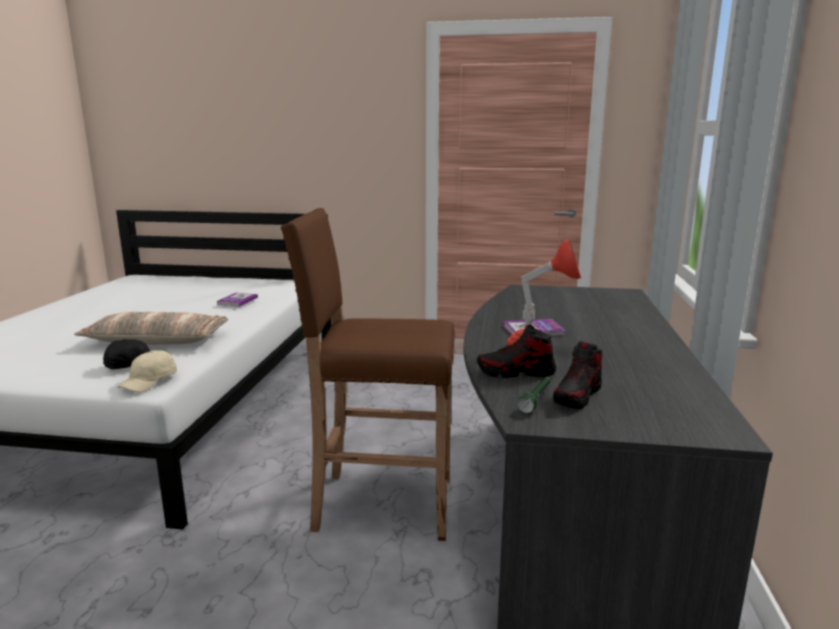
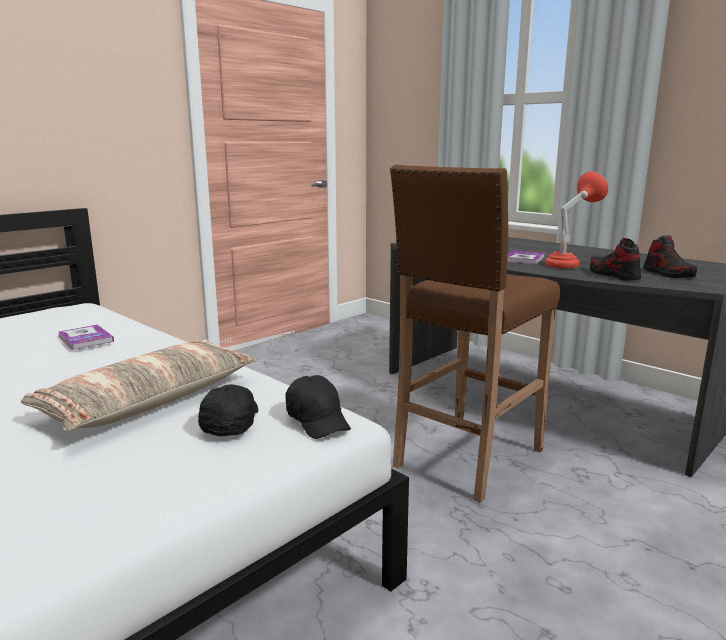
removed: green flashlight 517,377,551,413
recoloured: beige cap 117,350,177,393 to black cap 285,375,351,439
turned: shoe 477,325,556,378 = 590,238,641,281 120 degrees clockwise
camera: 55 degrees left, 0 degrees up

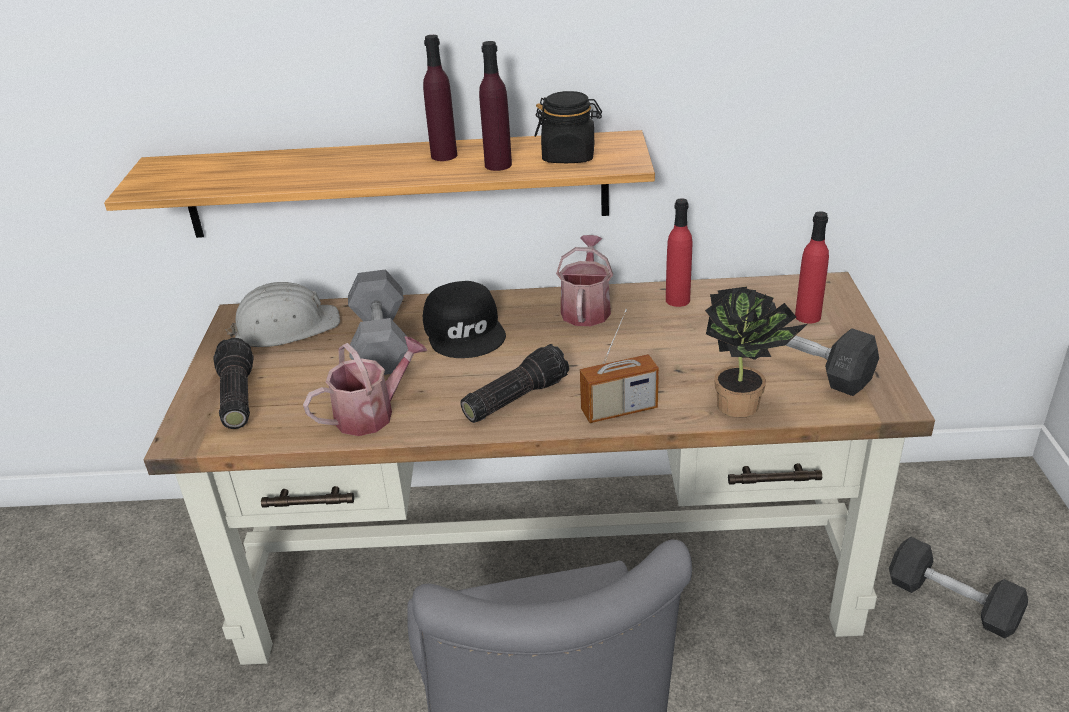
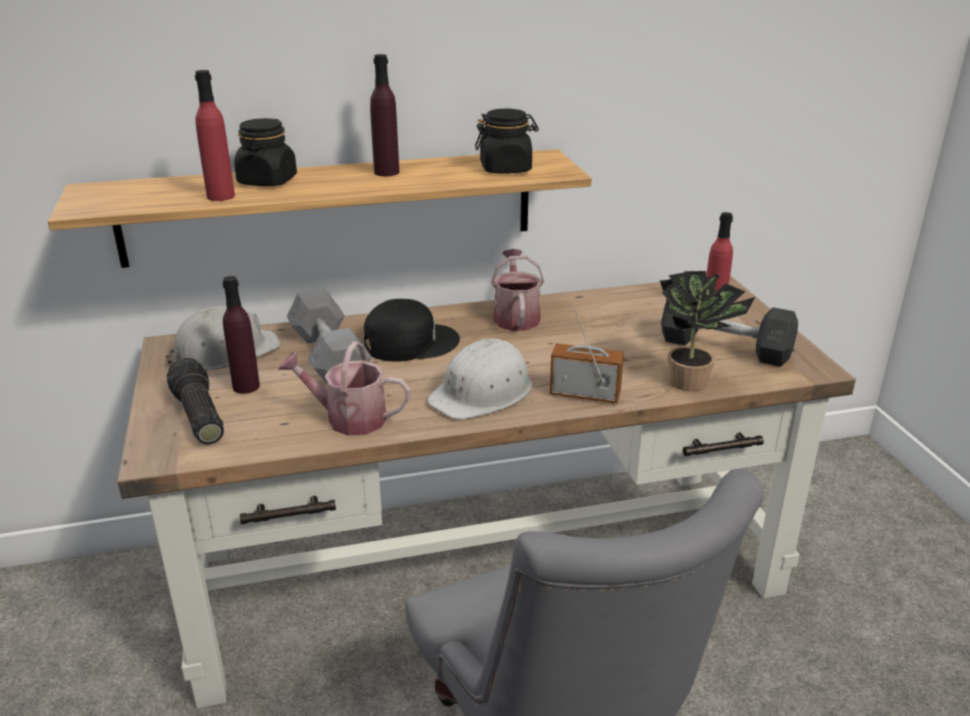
removed: grey dumbbell 889,537,1028,639
added: black jar 234,118,297,186
moved: purple bottle 479,41,512,171 to 223,276,260,394; red bottle 666,198,692,307 to 195,70,235,201
replaced: flashlight 460,344,569,423 to white hard hat 427,338,532,420
turned: watering can 303,336,427,436 = 278,341,411,436 120 degrees counterclockwise; black cap 423,281,506,358 = 364,299,460,362 75 degrees counterclockwise; radio 580,309,659,423 = 550,310,624,403 135 degrees counterclockwise
camera: 15 degrees left, 5 degrees down

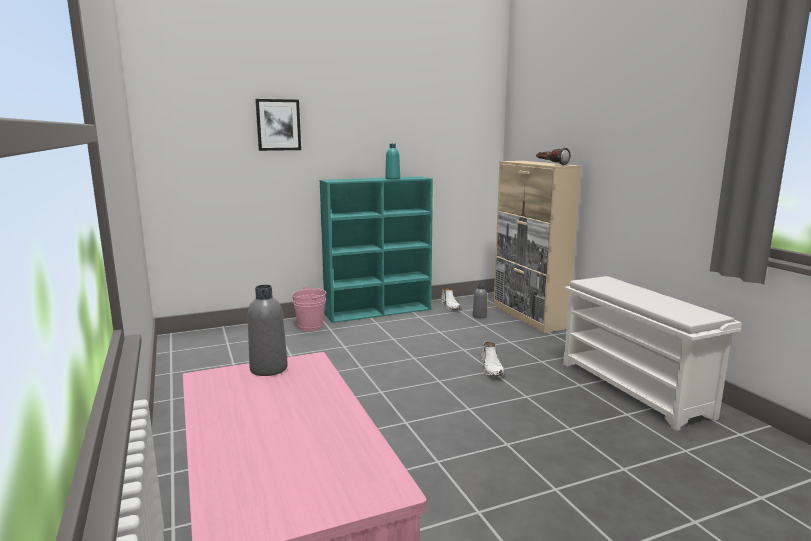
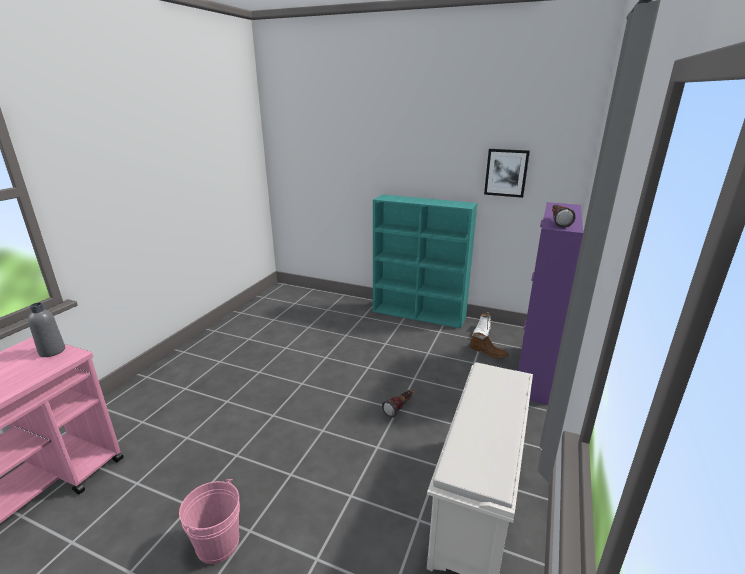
removed: turquoise bottle 385,143,400,179
moved: picture 255,99,301,151 to 484,149,530,198; pink bucket 292,287,326,331 to 179,479,240,564
replaced: grey bottle 473,284,487,318 to brown boot 469,332,509,359; white boot 481,342,504,376 to flashlight 382,390,413,418
recoloured: beige cabinet 494,161,581,333 to purple cabinet 518,202,583,405
camera: 45 degrees right, 10 degrees up

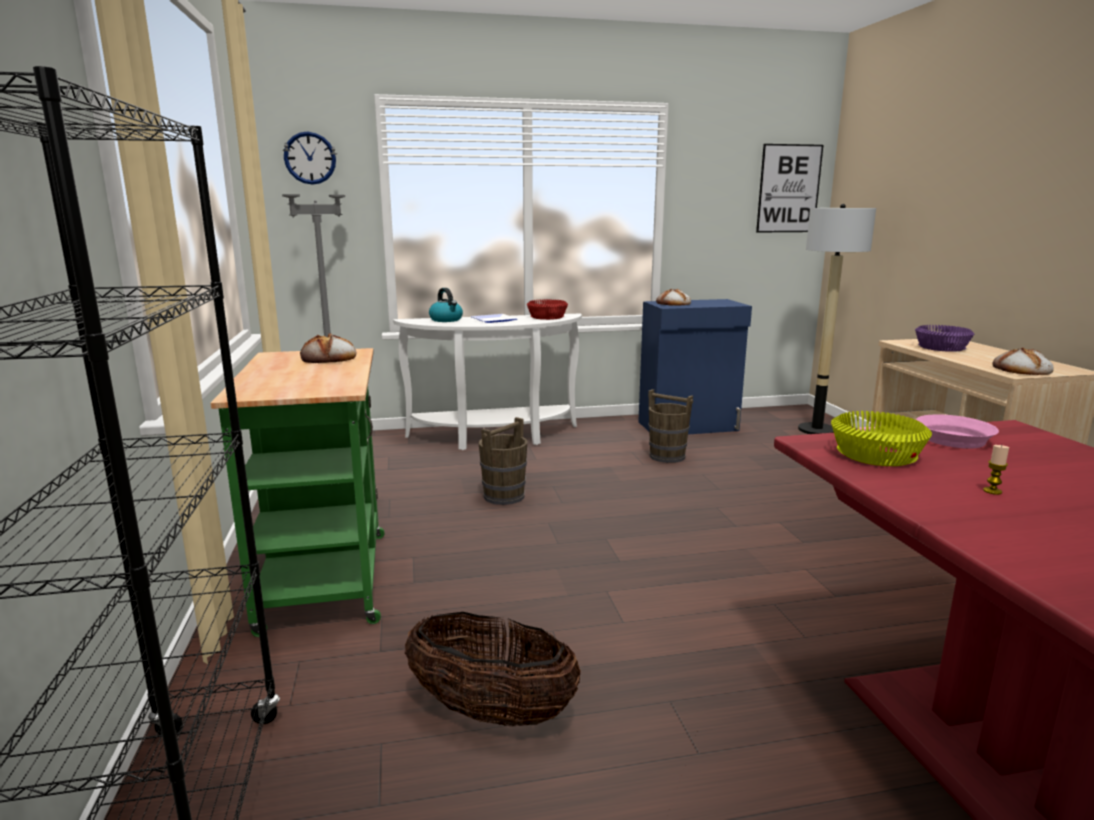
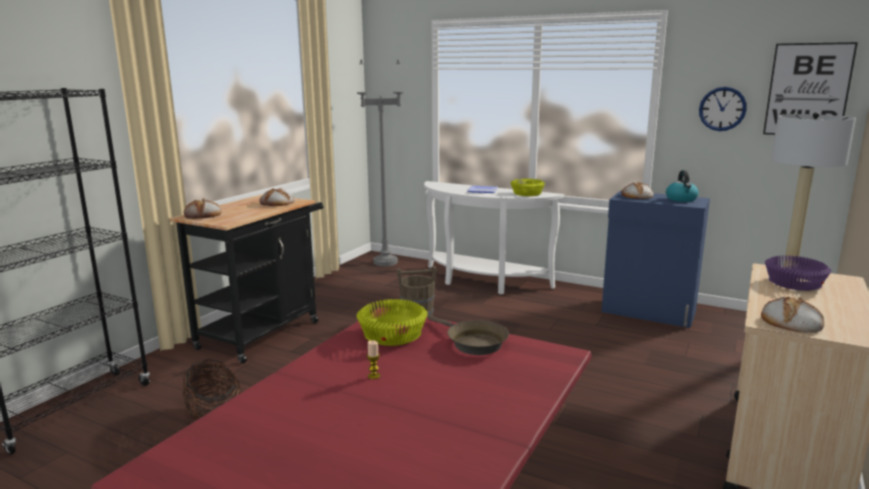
removed: brown bucket 648,389,693,463
added: bread 184,199,221,219
moved: wall clock 284,131,336,185 to 699,87,747,131; kettle 429,288,463,322 to 666,170,699,202
recoloured: green cart 210,348,384,637 to black cart 169,194,324,364; red bowl 527,299,568,320 to yellow bowl 511,178,545,196; pink frying pan 857,415,999,449 to brown frying pan 428,316,509,355
camera: 40 degrees right, 0 degrees up

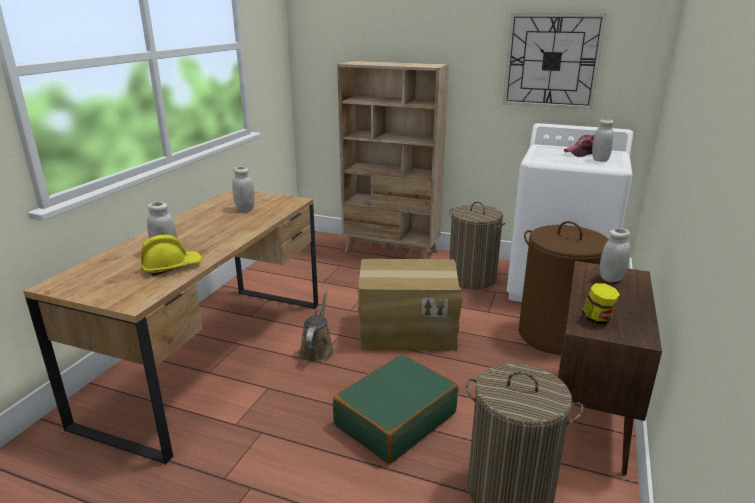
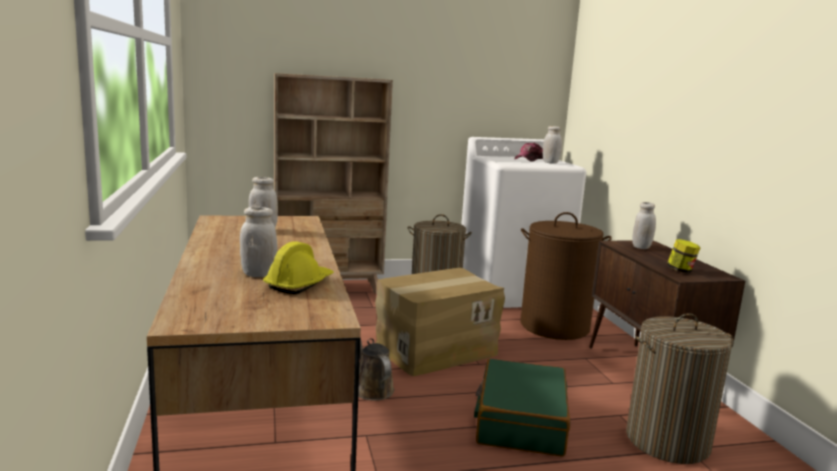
removed: wall clock 503,13,607,110
camera: 35 degrees left, 10 degrees down

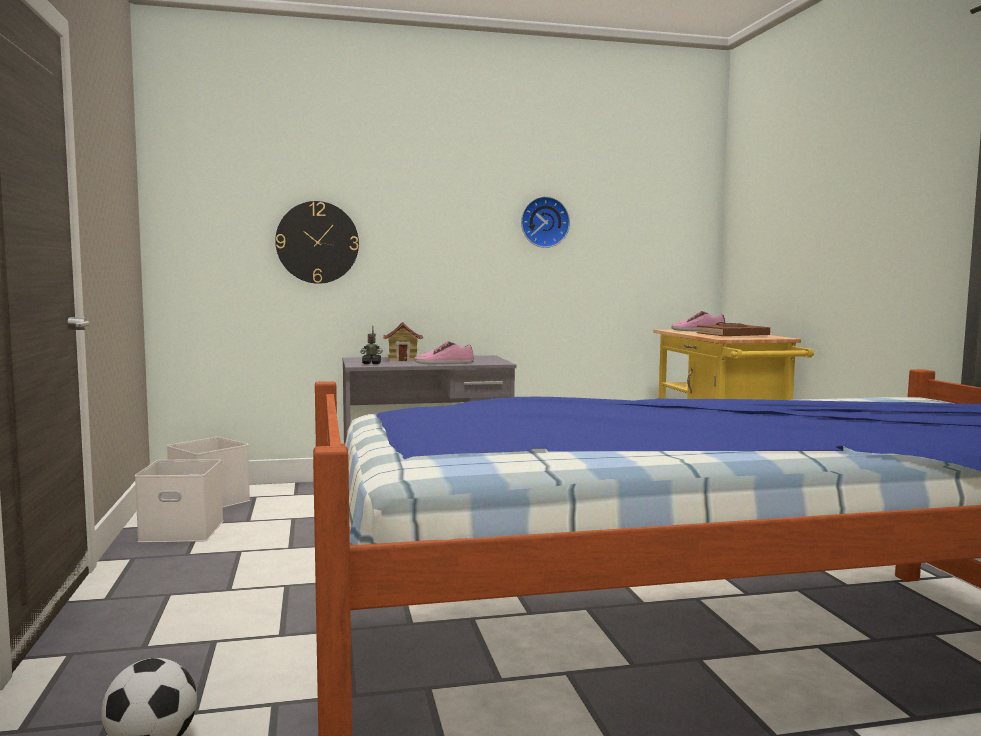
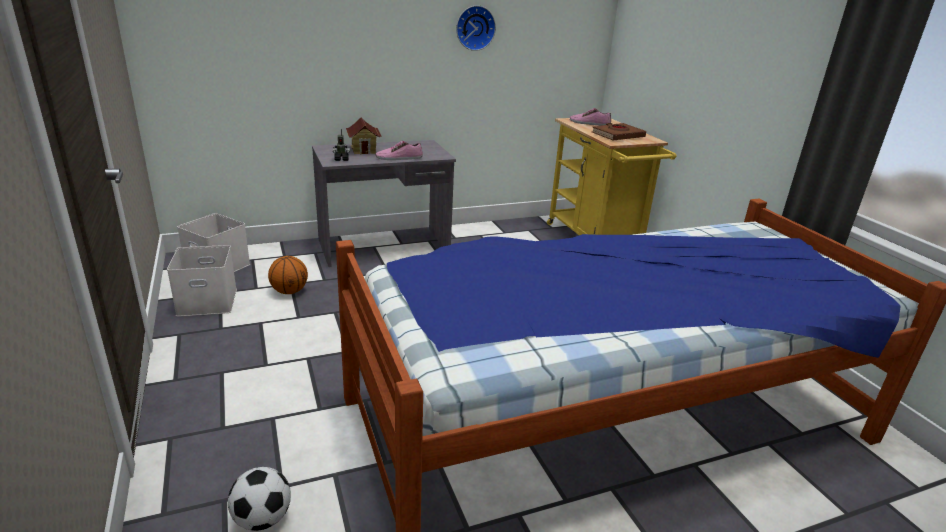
removed: wall clock 275,201,359,284
added: basketball 268,256,308,294
camera: 10 degrees left, 20 degrees up

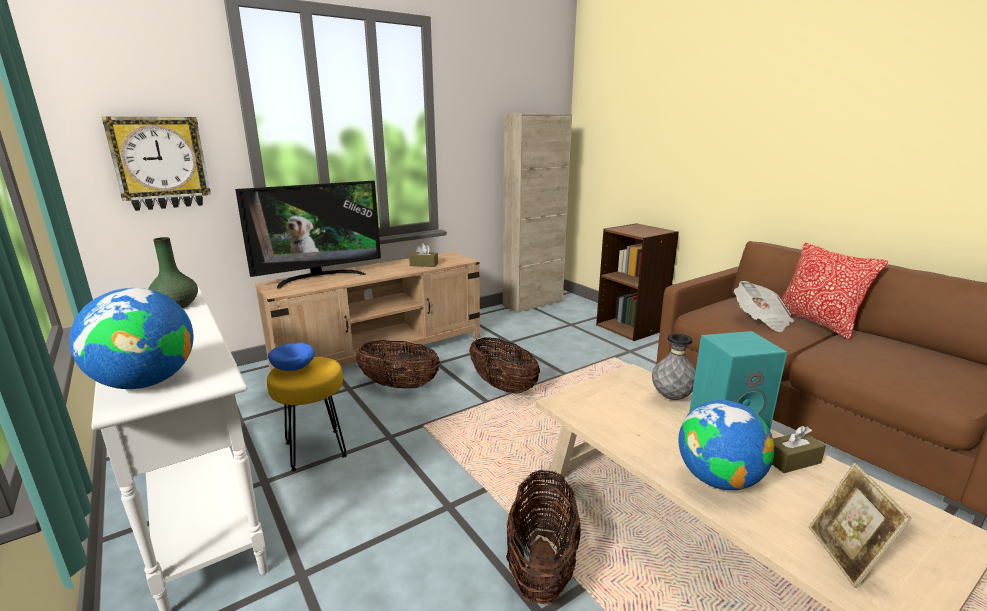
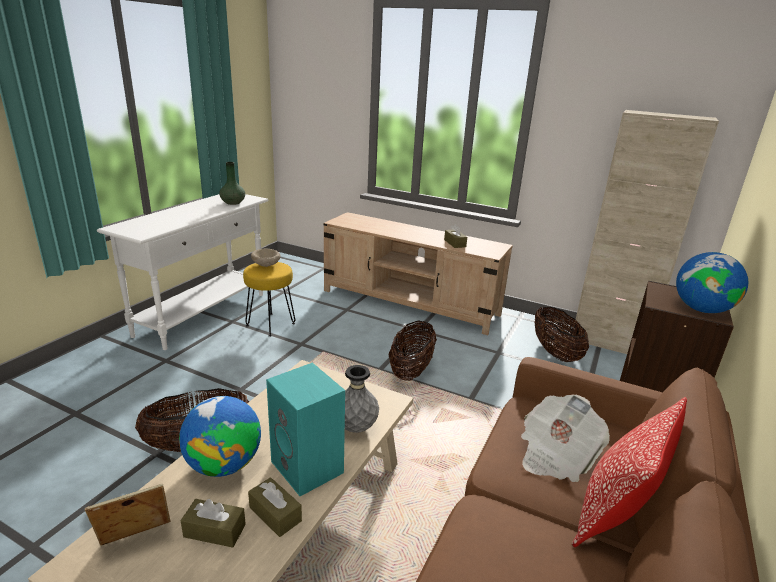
removed: wall clock 102,117,211,211; television 235,181,381,288
added: brown tissue box 180,499,246,548
moved: globe 69,288,193,389 to 676,252,748,313; basket 355,340,440,389 to 534,306,589,362
recoloured: blue bowl 268,342,315,371 to beige bowl 251,249,281,267
camera: 60 degrees right, 5 degrees up

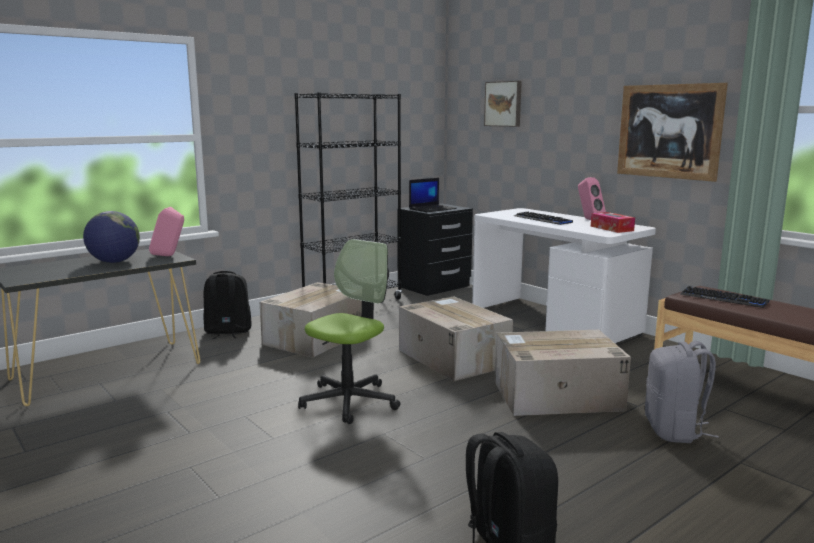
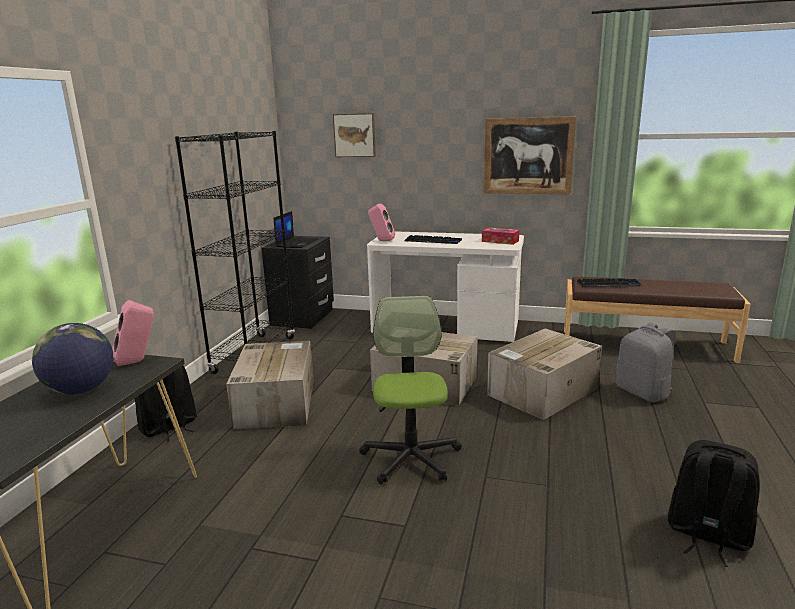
moved: pink speaker 578,177,606,220 to 368,203,395,241
camera: 35 degrees left, 5 degrees up

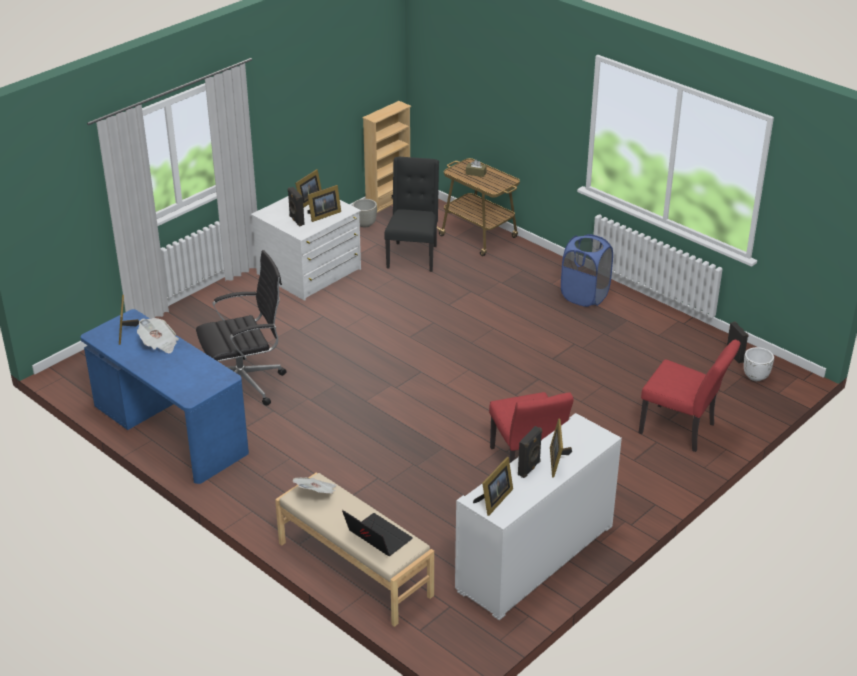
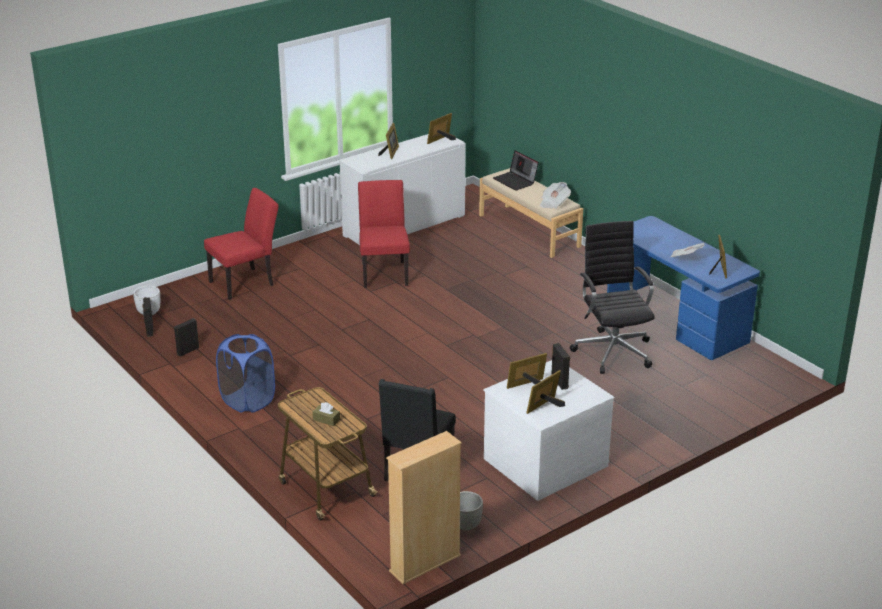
moved: black speaker 518,426,542,478 to 174,318,199,357
turned: black office chair 196,250,286,406 = 570,221,655,374 90 degrees clockwise; red chair 639,340,740,452 = 204,188,279,300 105 degrees clockwise
camera: 170 degrees left, 5 degrees down

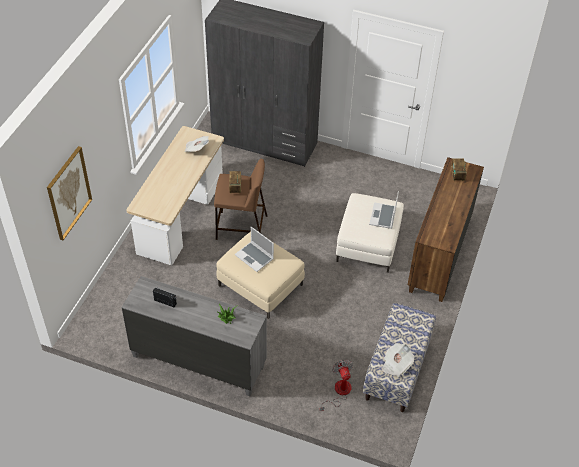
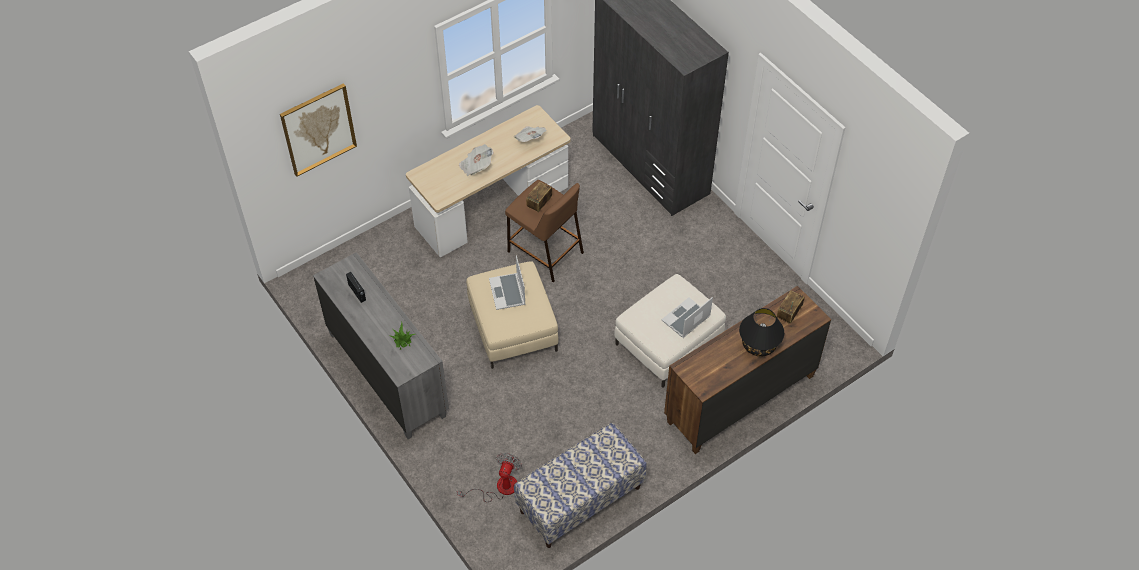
added: black table lamp 739,308,784,356
moved: newspaper 382,343,414,377 to 459,144,494,176
camera: 35 degrees right, 5 degrees up

